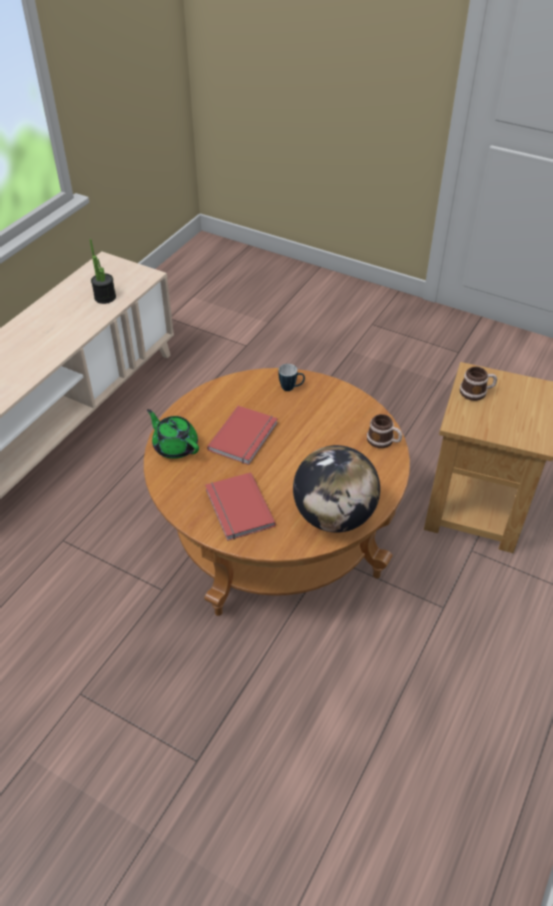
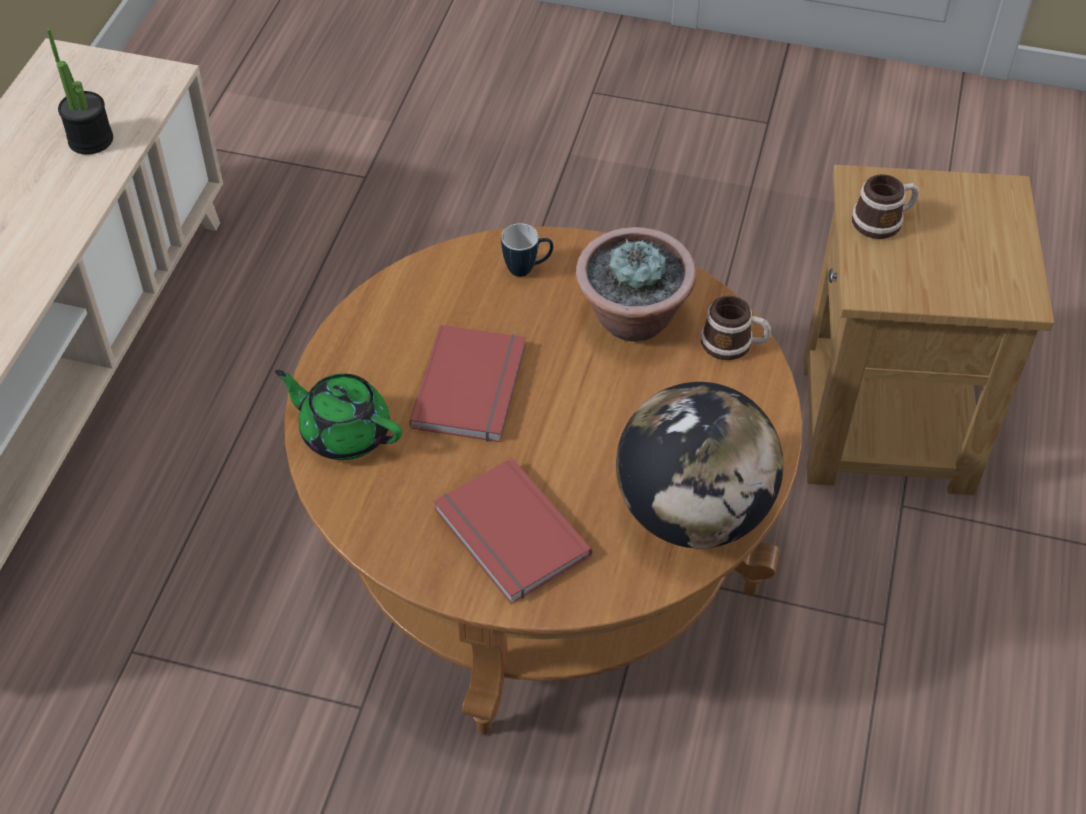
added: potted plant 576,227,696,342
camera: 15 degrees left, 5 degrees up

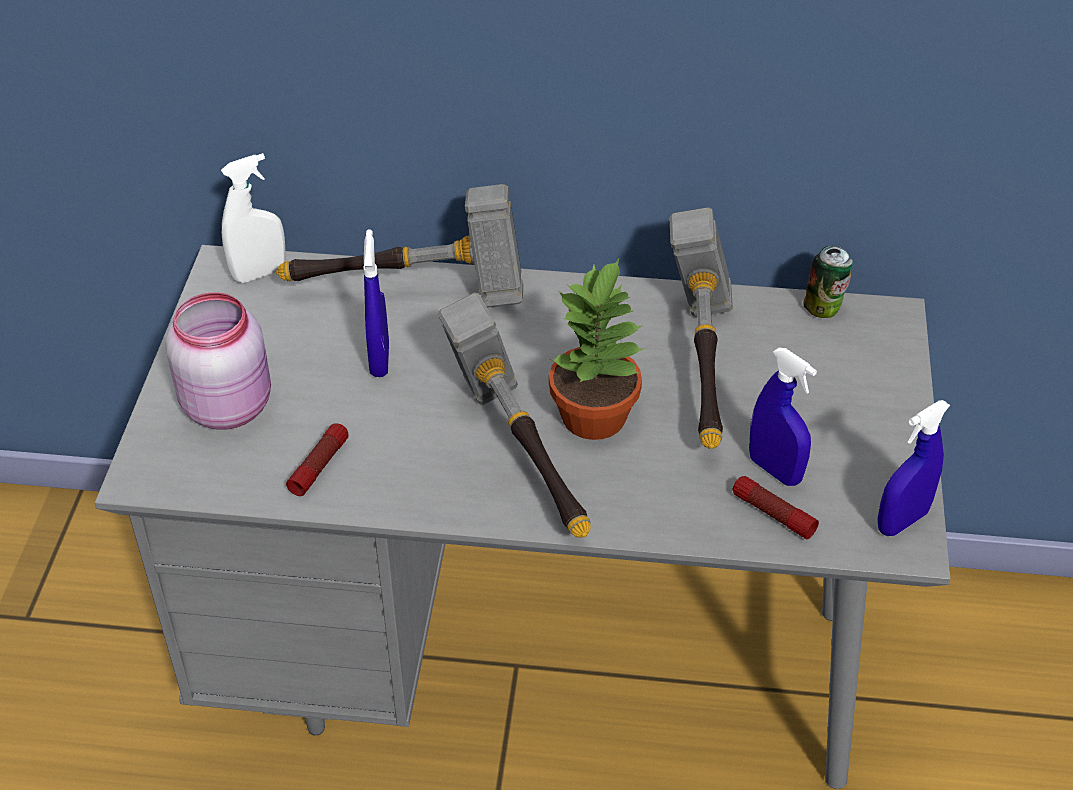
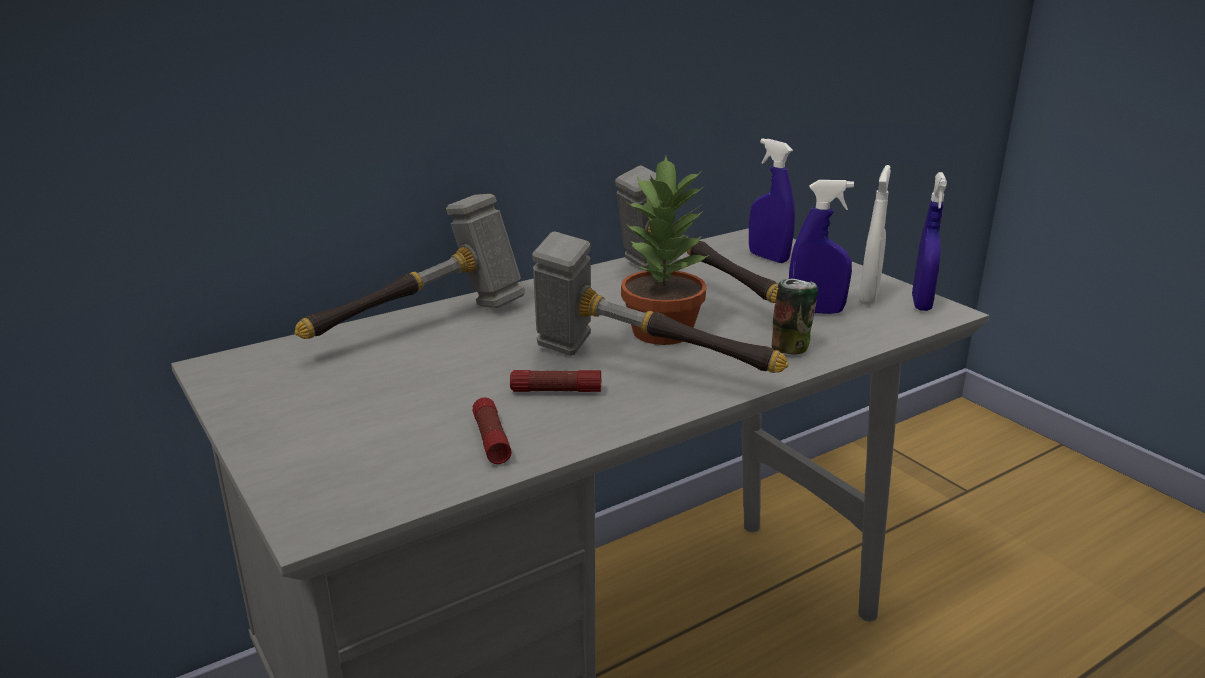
removed: pink jar 165,292,271,430
moved: white spray bottle 221,153,286,283 to 859,165,891,305; blue spray bottle 363,230,389,377 to 749,138,795,263; flashlight 733,476,819,540 to 510,370,601,392; can 803,246,853,318 to 772,279,818,354
camera: 40 degrees left, 20 degrees down

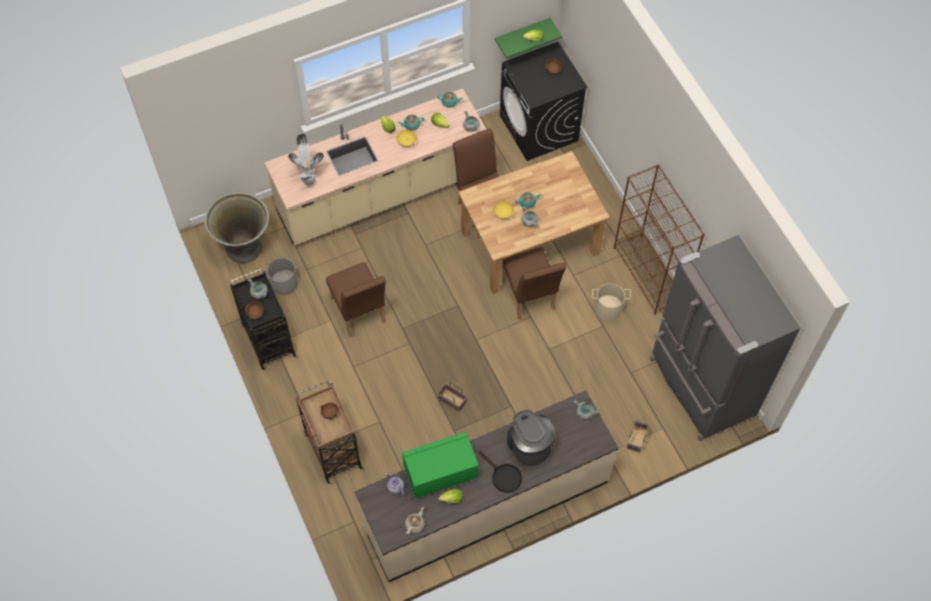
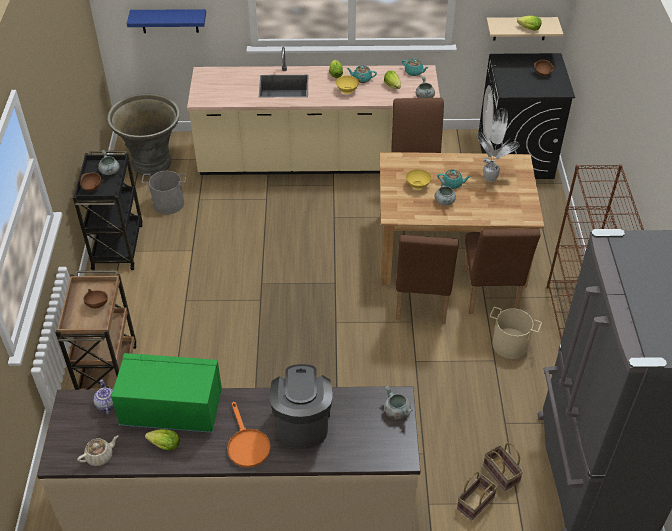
added: blue shelf 127,9,206,33
moved: potted plant 288,134,324,186 to 477,108,519,182; brown chair 326,262,386,337 to 463,229,540,314; basket 438,381,467,412 to 483,442,524,491
recoloured: black frying pan 478,451,522,493 to orange frying pan 227,401,271,467; green shelf 495,18,562,58 to beige shelf 486,17,563,40
camera: 25 degrees right, 15 degrees down

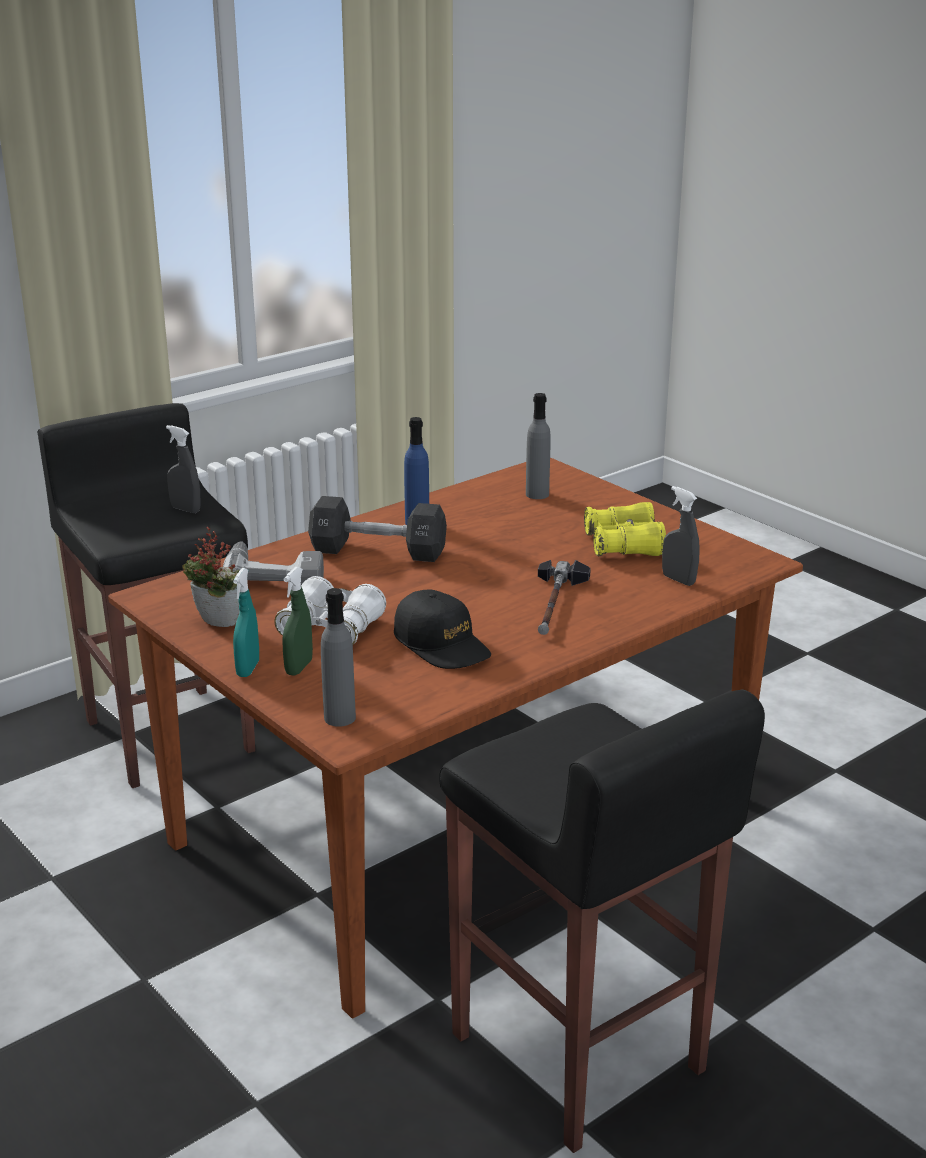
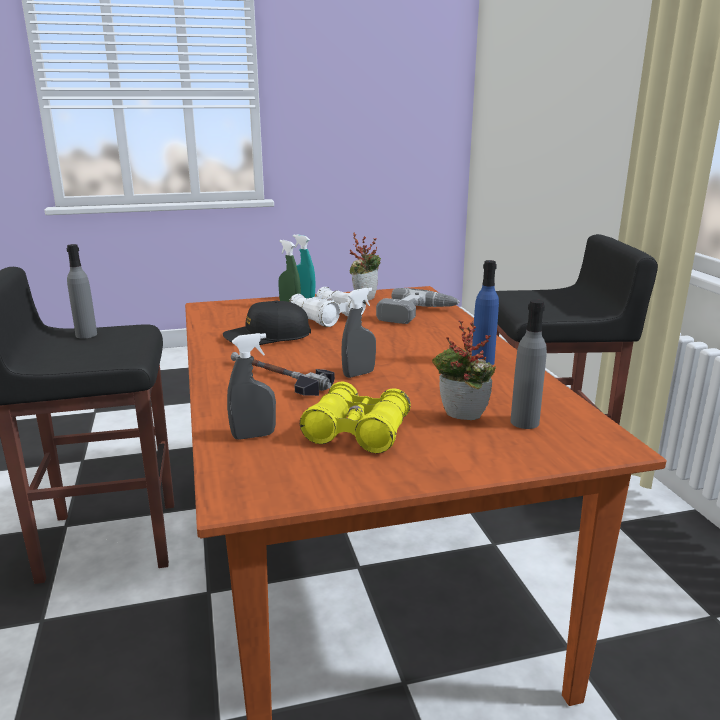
removed: black dumbbell 308,496,447,562
added: potted plant 432,320,496,420
moved: grey spray bottle 166,425,201,513 to 341,288,376,378; grey bottle 321,588,356,727 to 67,244,97,338
camera: 115 degrees right, 5 degrees down

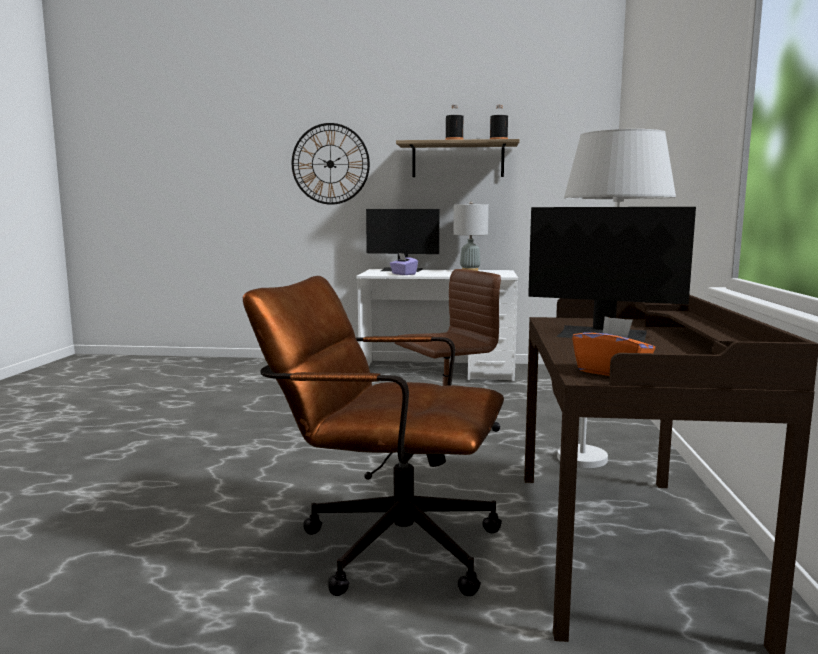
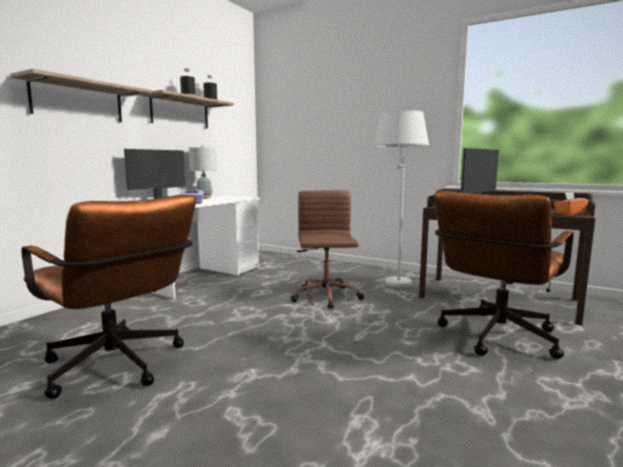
added: brown office chair 21,195,196,399
replaced: wall clock 292,123,370,205 to shelf 10,69,152,122
camera: 65 degrees left, 0 degrees up

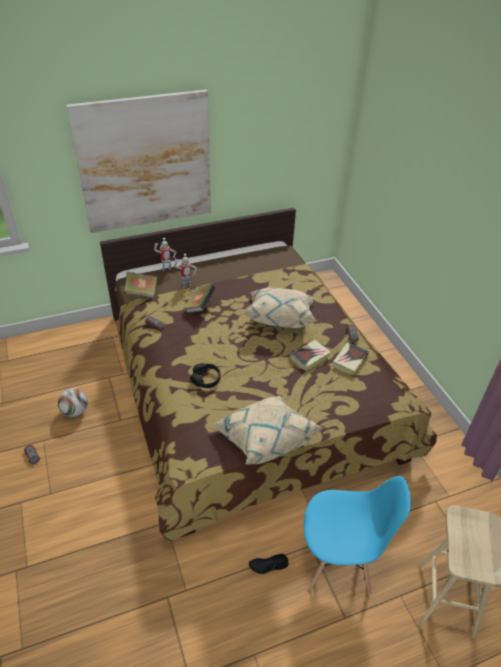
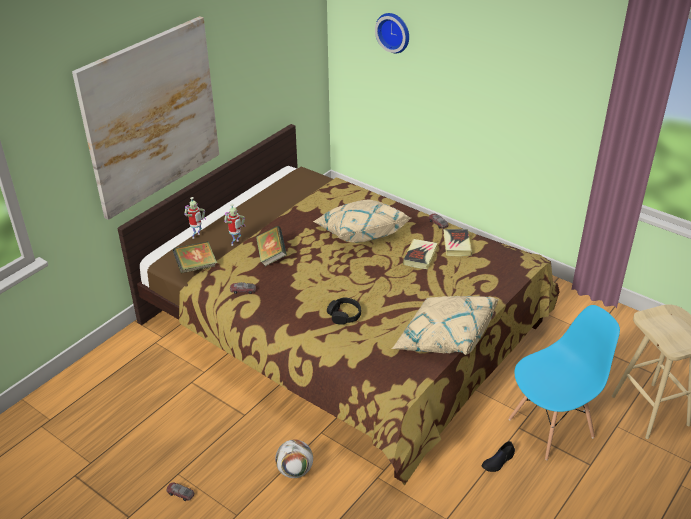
added: wall clock 375,13,409,53
moved: football 58,388,88,417 to 275,439,313,478
camera: 30 degrees left, 5 degrees down

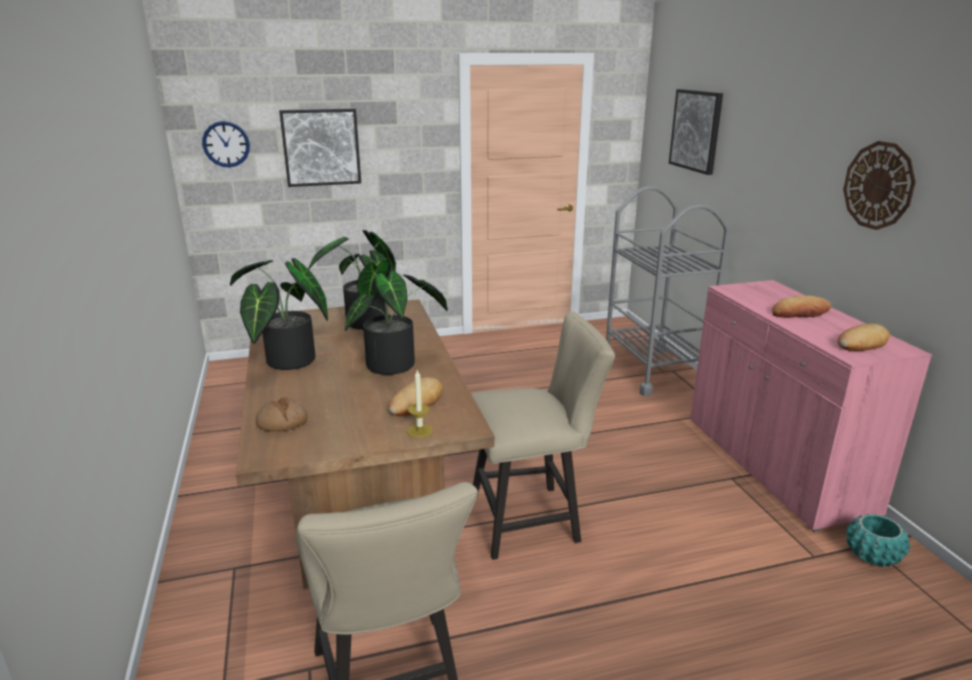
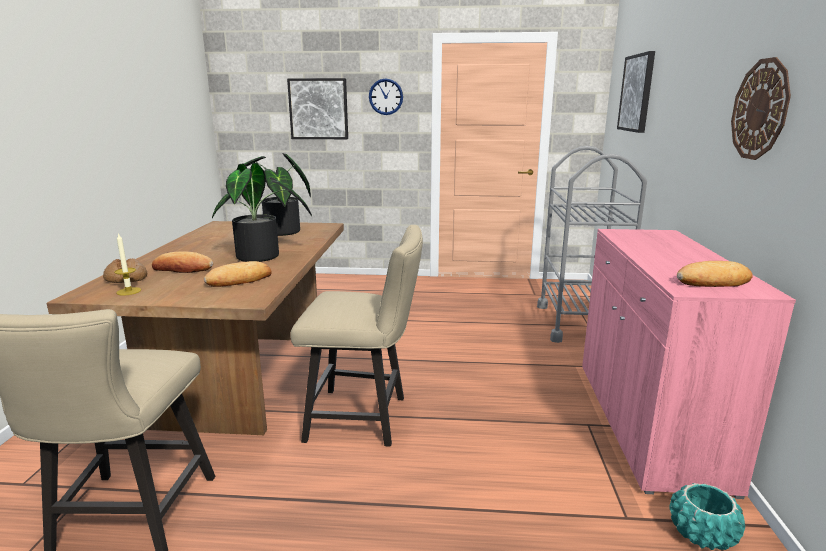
removed: potted plant 230,258,328,370
moved: wall clock 202,121,250,167 to 369,79,403,115; candle 407,370,433,438 to 114,233,141,295; bread 772,295,831,318 to 152,251,213,273
camera: 20 degrees right, 5 degrees down

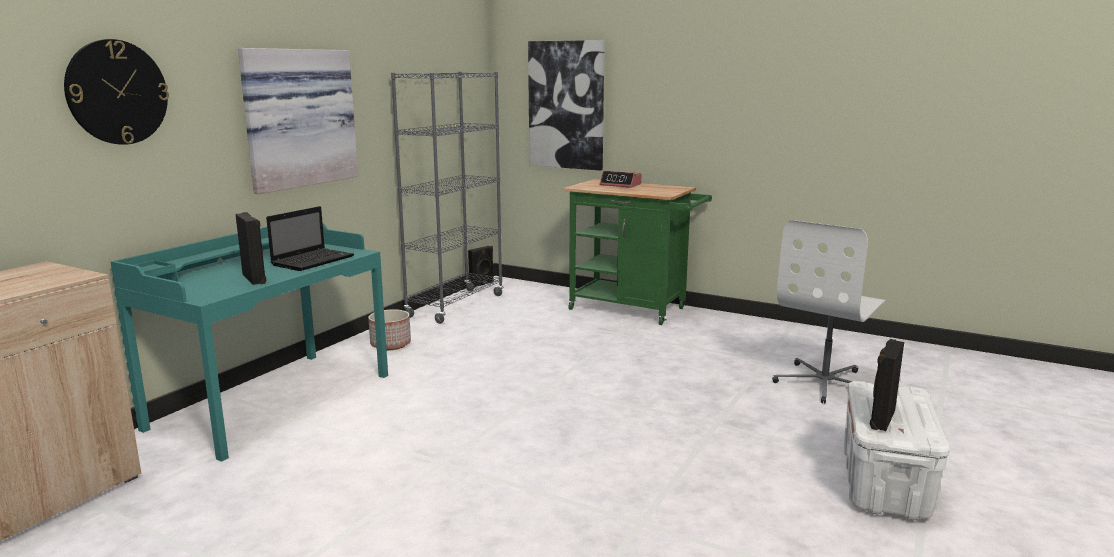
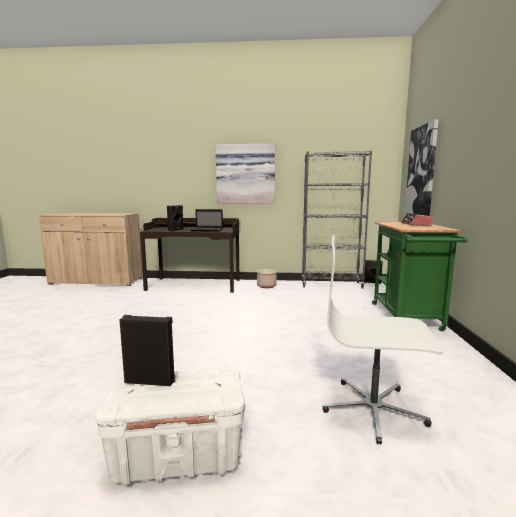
removed: wall clock 64,39,169,145
recoloured: turquoise desk 111,223,388,462 to brown desk 140,218,239,293
camera: 65 degrees right, 5 degrees down

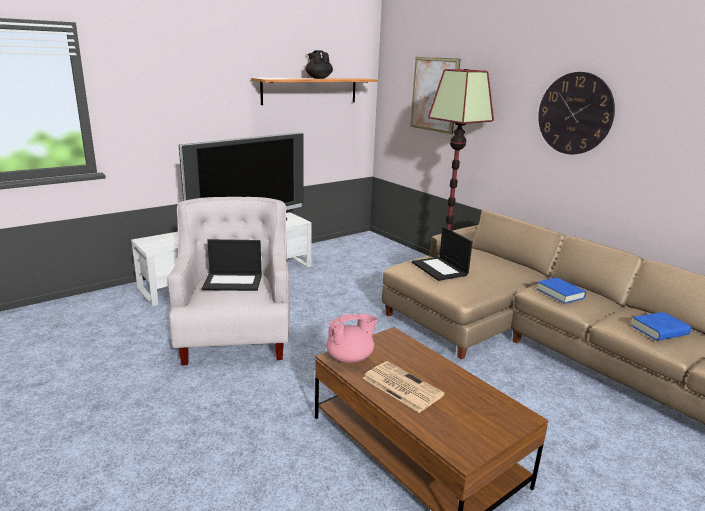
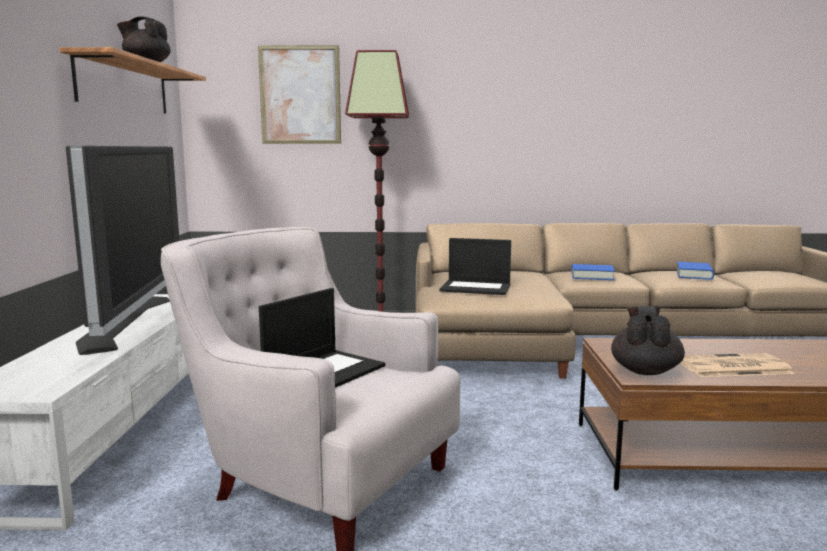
removed: wall clock 538,72,615,154
recoloured: pink teapot 326,314,378,363 to black teapot 611,306,685,375
camera: 50 degrees left, 10 degrees down

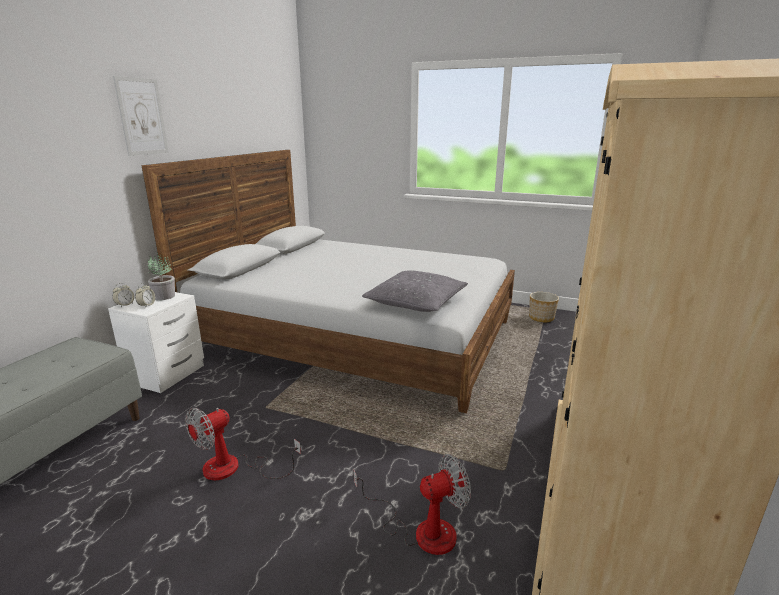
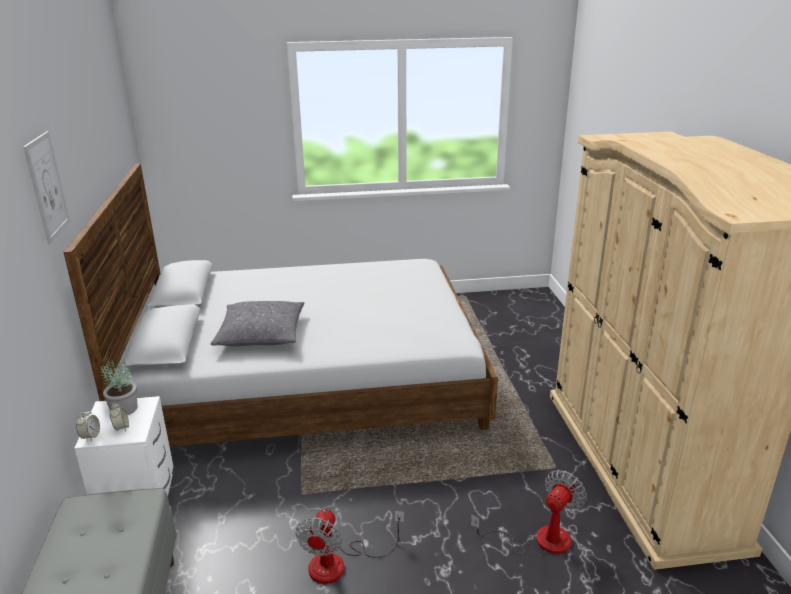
removed: planter 529,292,559,323
moved: grey pillow 362,270,468,312 to 211,301,304,346
camera: 30 degrees left, 5 degrees up

